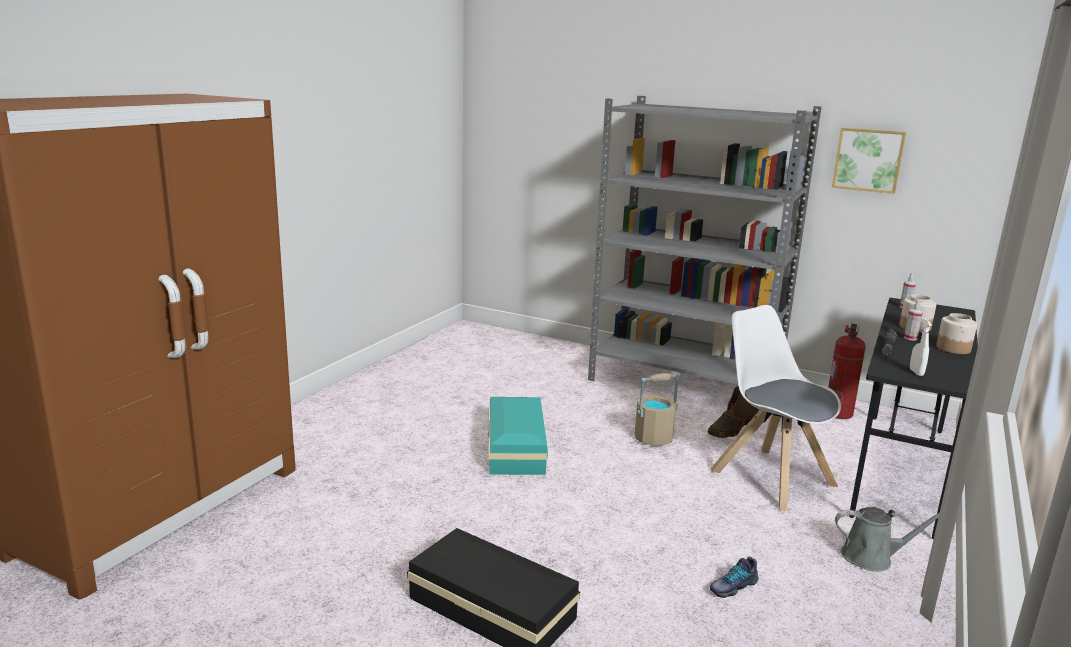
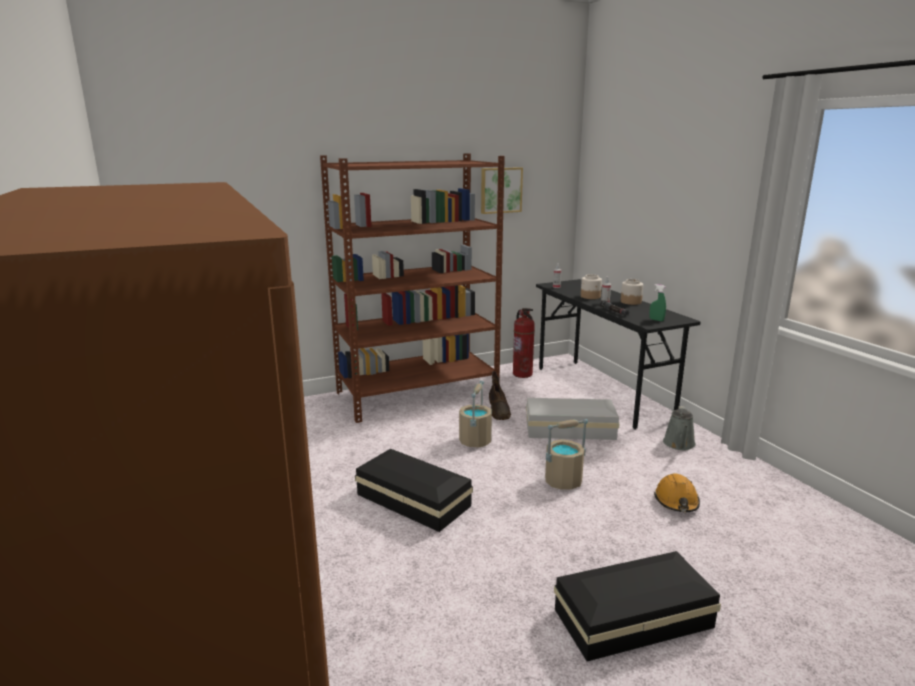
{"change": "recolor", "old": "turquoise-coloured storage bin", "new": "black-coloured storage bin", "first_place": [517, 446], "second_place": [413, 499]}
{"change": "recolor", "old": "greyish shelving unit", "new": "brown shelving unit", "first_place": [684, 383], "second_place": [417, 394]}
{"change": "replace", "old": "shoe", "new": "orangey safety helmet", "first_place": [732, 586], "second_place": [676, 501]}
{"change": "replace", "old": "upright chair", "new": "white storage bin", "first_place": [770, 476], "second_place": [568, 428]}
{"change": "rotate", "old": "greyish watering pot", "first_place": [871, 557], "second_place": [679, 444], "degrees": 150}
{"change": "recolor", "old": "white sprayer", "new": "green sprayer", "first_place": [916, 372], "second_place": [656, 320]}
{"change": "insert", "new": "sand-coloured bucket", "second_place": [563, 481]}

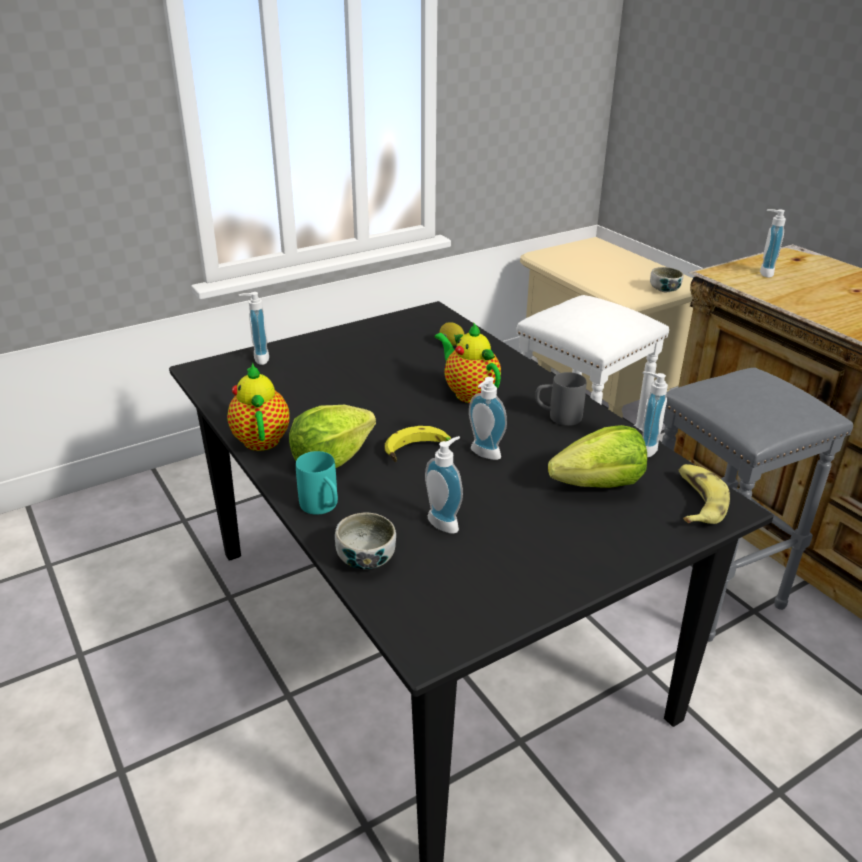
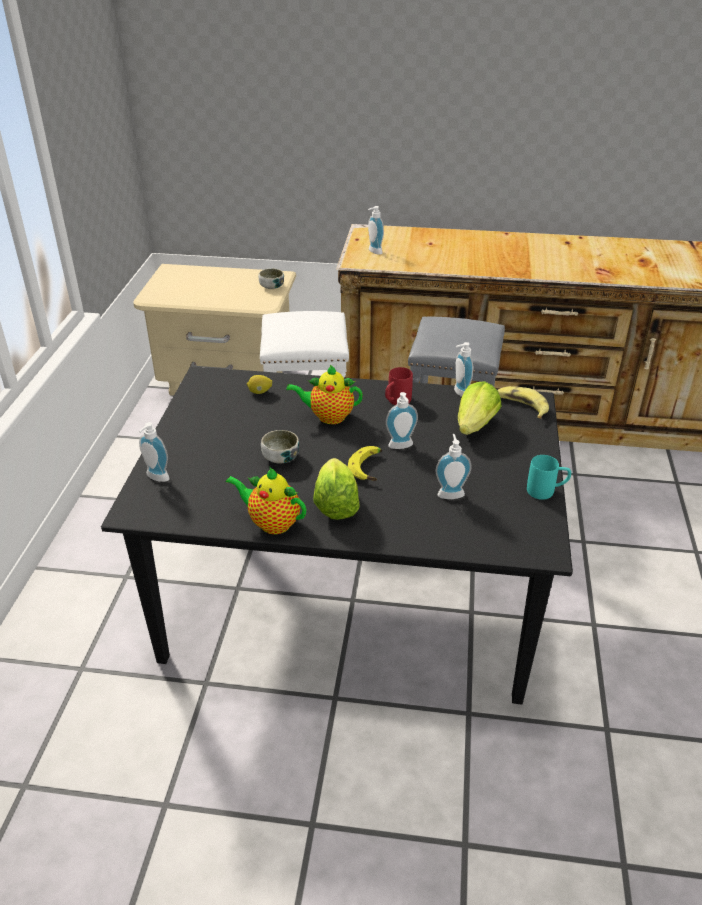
{"change": "move", "old": "turquoise-coloured coffee mug", "first_place": [323, 508], "second_place": [546, 491]}
{"change": "move", "old": "serving bowl", "first_place": [366, 558], "second_place": [280, 457]}
{"change": "recolor", "old": "greyish coffee mug", "new": "reddish coffee mug", "first_place": [557, 417], "second_place": [396, 402]}

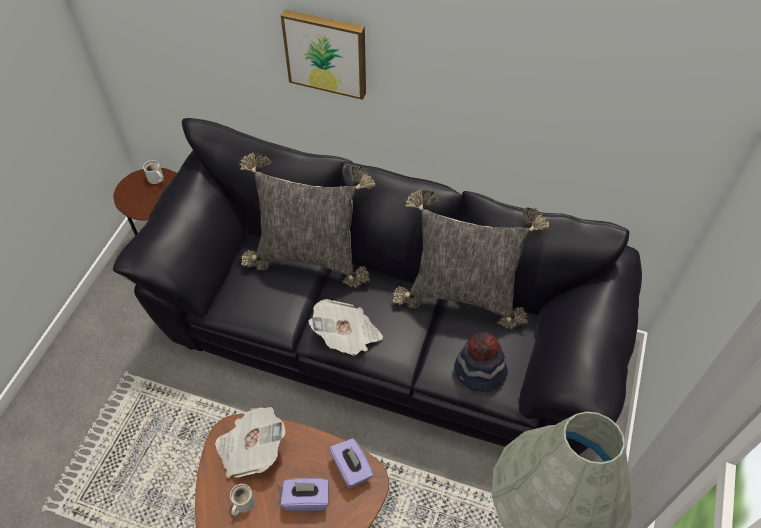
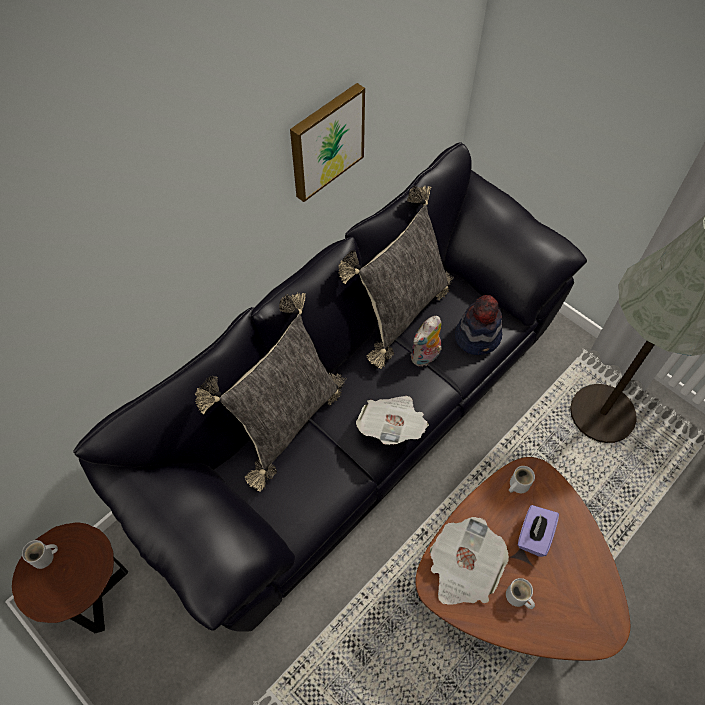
{"change": "move", "old": "wall art", "first_place": [326, 52], "second_place": [325, 141]}
{"change": "replace", "old": "purple tissue box", "new": "white coffee mug", "first_place": [352, 468], "second_place": [517, 484]}
{"change": "insert", "new": "cuddly toy", "second_place": [425, 357]}

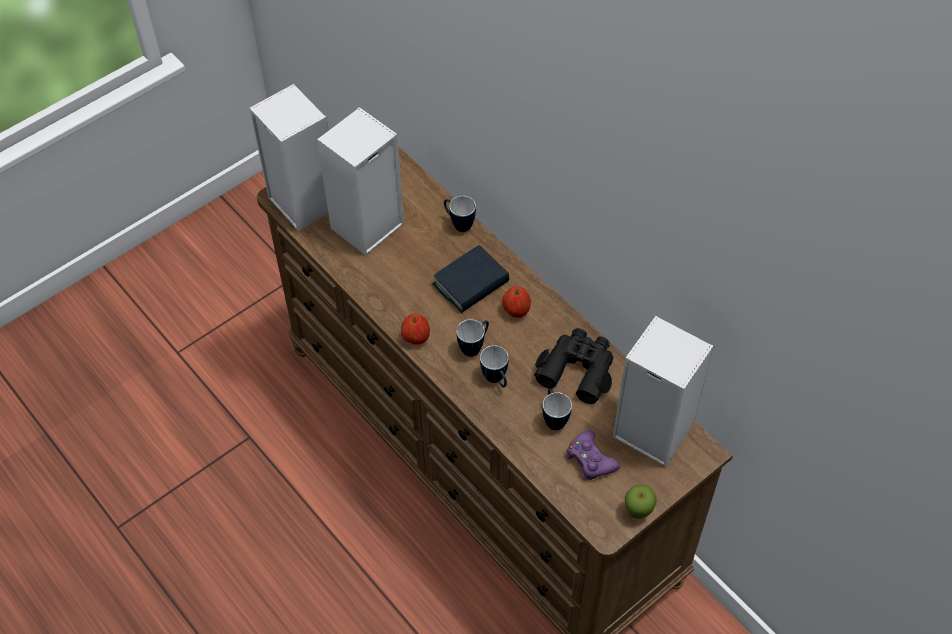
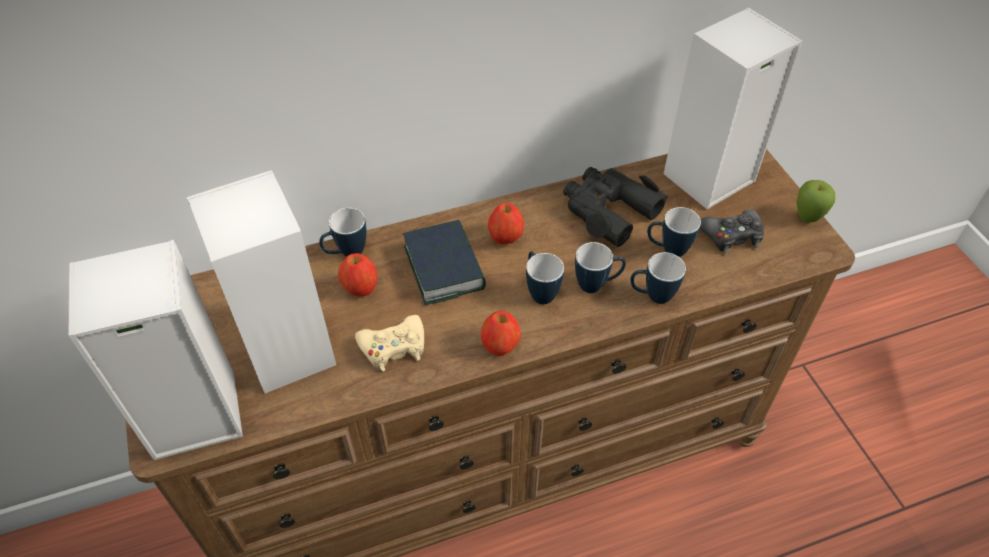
{"change": "recolor", "old": "purple game controller", "new": "black-coloured game controller", "first_place": [590, 460], "second_place": [732, 236]}
{"change": "insert", "new": "apple", "second_place": [360, 288]}
{"change": "insert", "new": "sand-coloured game controller", "second_place": [394, 347]}
{"change": "insert", "new": "coffee mug", "second_place": [652, 296]}

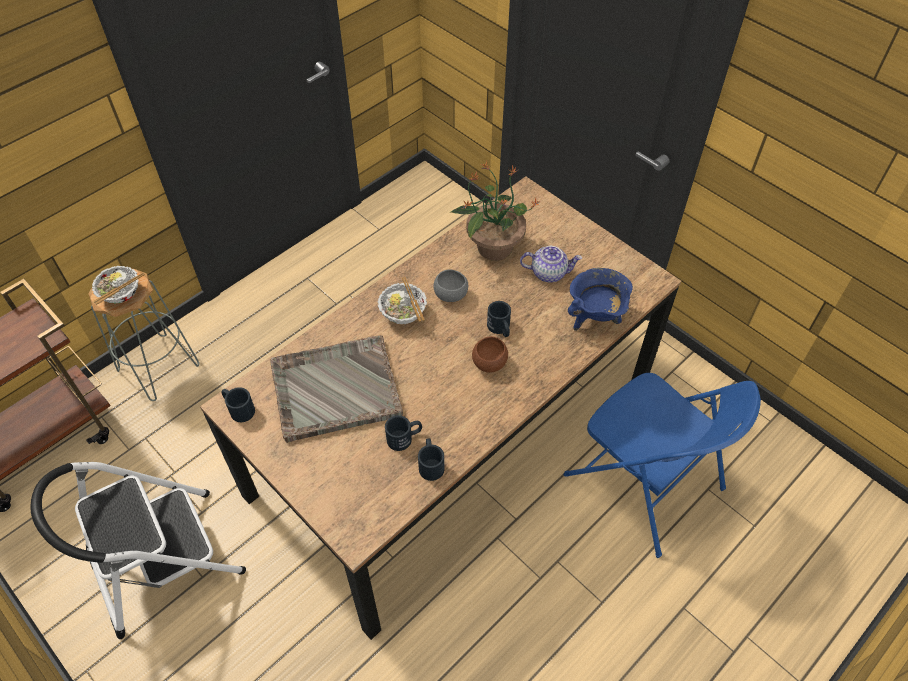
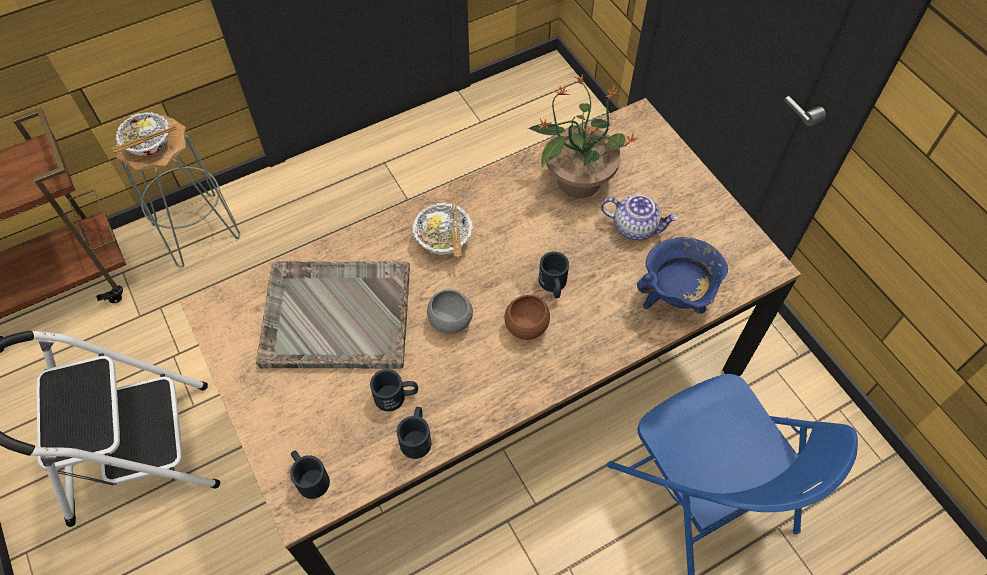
{"change": "move", "old": "black-coloured coffee mug", "first_place": [238, 409], "second_place": [309, 477]}
{"change": "move", "old": "greyish serving bowl", "first_place": [450, 295], "second_place": [450, 321]}

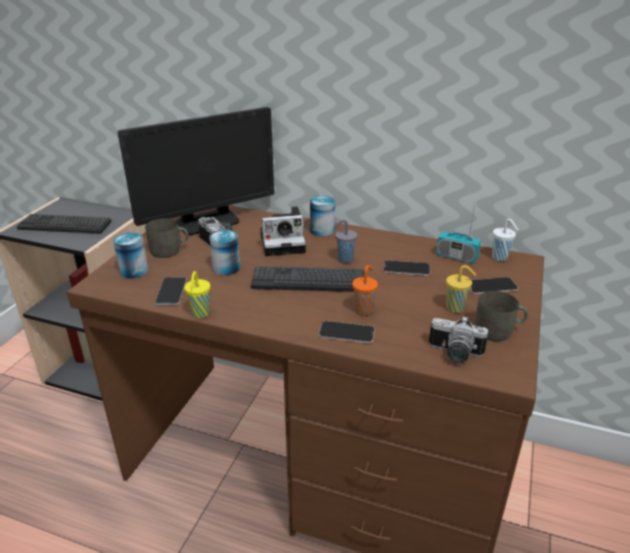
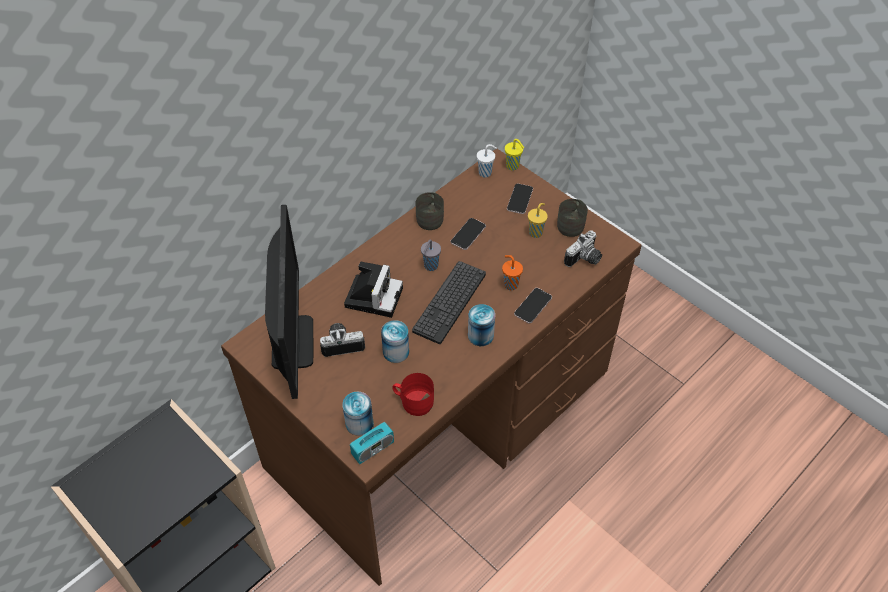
{"change": "delete", "old": "keyboard", "first_place": [65, 225]}
{"change": "move", "old": "greyish coffee mug", "first_place": [169, 251], "second_place": [431, 217]}
{"change": "replace", "old": "telephone", "new": "reddish coffee mug", "first_place": [171, 291], "second_place": [413, 401]}
{"change": "move", "old": "yellow small cup", "first_place": [200, 314], "second_place": [513, 166]}
{"change": "move", "old": "metal can", "first_place": [322, 230], "second_place": [480, 335]}
{"change": "move", "old": "radio receiver", "first_place": [456, 257], "second_place": [373, 448]}

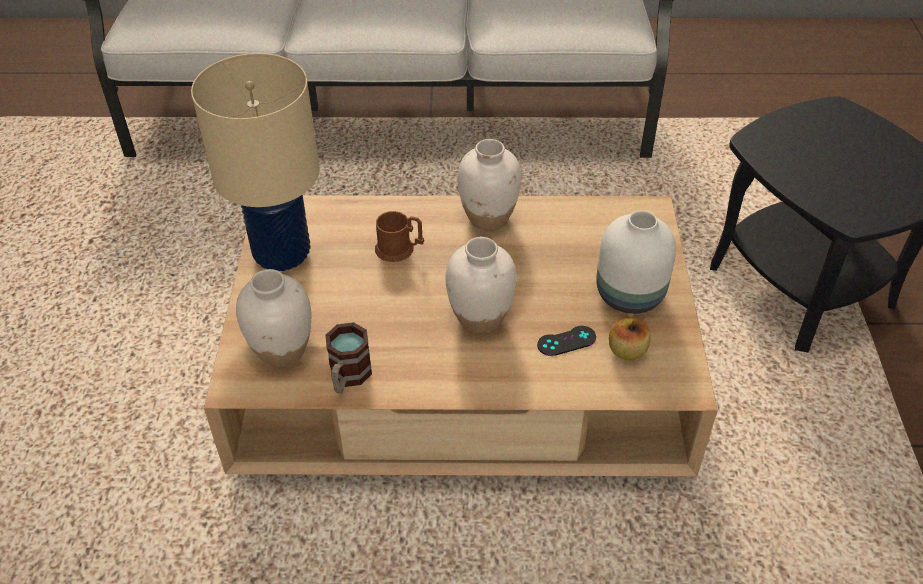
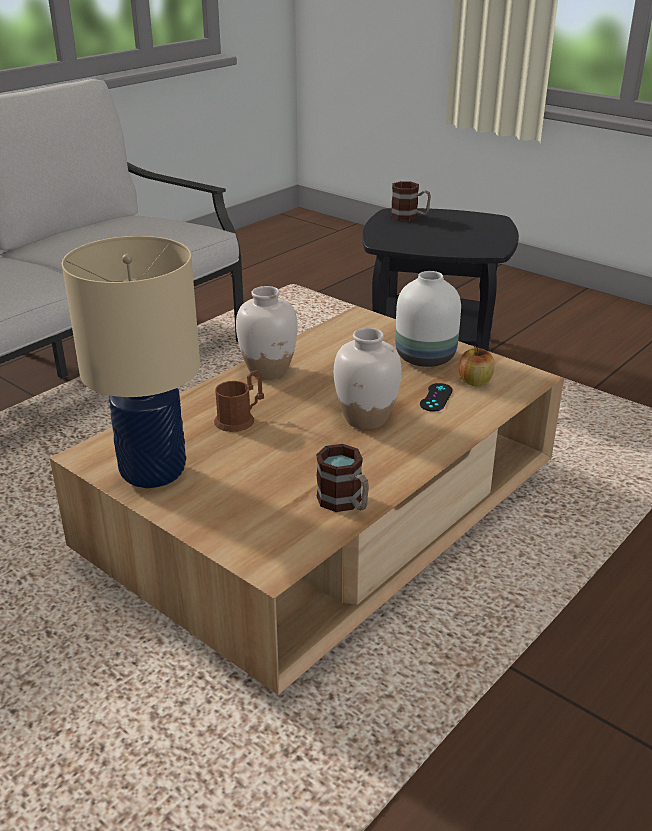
{"change": "delete", "old": "white flower vase", "first_place": [282, 351]}
{"change": "insert", "new": "coffee mug", "second_place": [410, 217]}

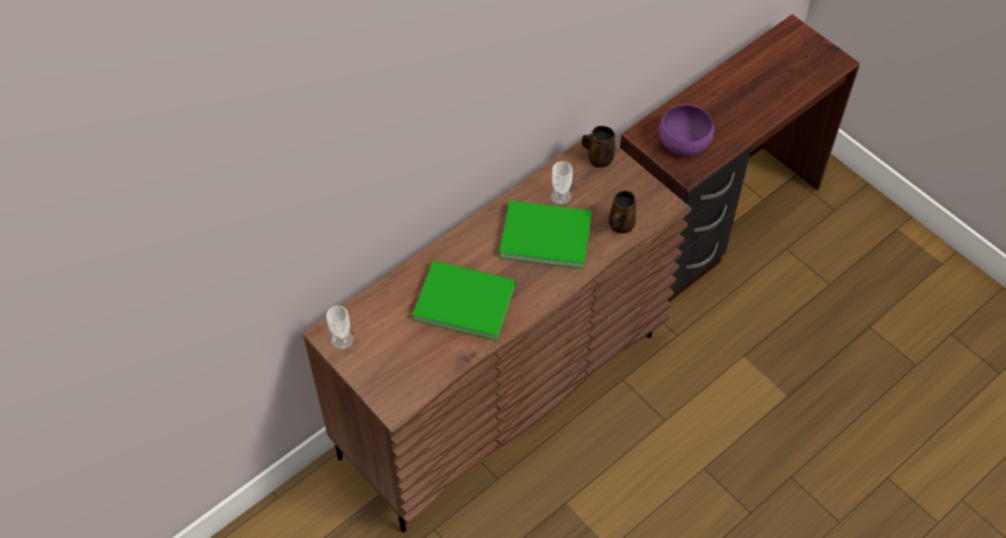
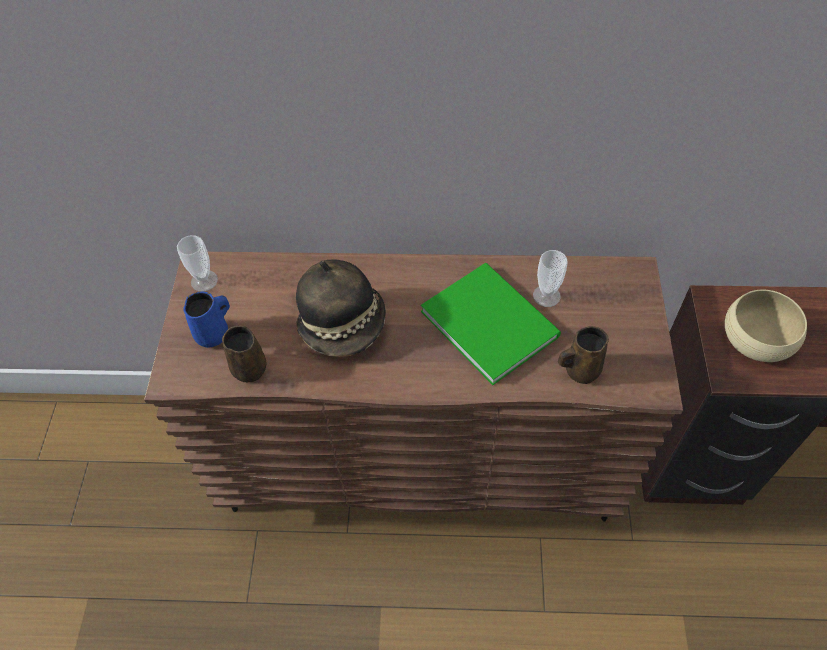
{"change": "replace", "old": "green book", "new": "hat", "first_place": [462, 299], "second_place": [344, 324]}
{"change": "move", "old": "brown coffee mug", "first_place": [598, 158], "second_place": [249, 367]}
{"change": "recolor", "old": "purple serving bowl", "new": "sand-coloured serving bowl", "first_place": [684, 140], "second_place": [757, 338]}
{"change": "insert", "new": "blue coffee mug", "second_place": [214, 334]}

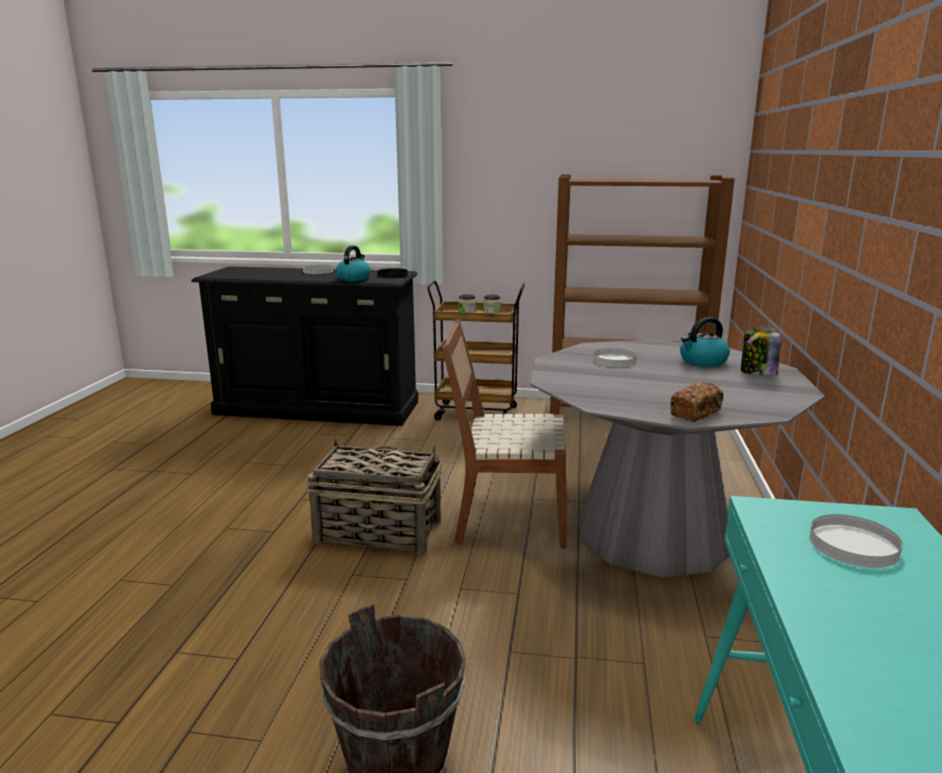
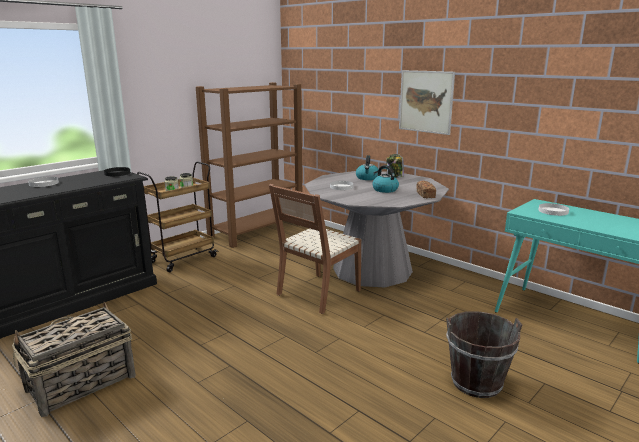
{"change": "move", "old": "basket", "first_place": [377, 531], "second_place": [80, 383]}
{"change": "move", "old": "water kettle", "first_place": [353, 278], "second_place": [384, 189]}
{"change": "insert", "new": "wall art", "second_place": [426, 101]}

